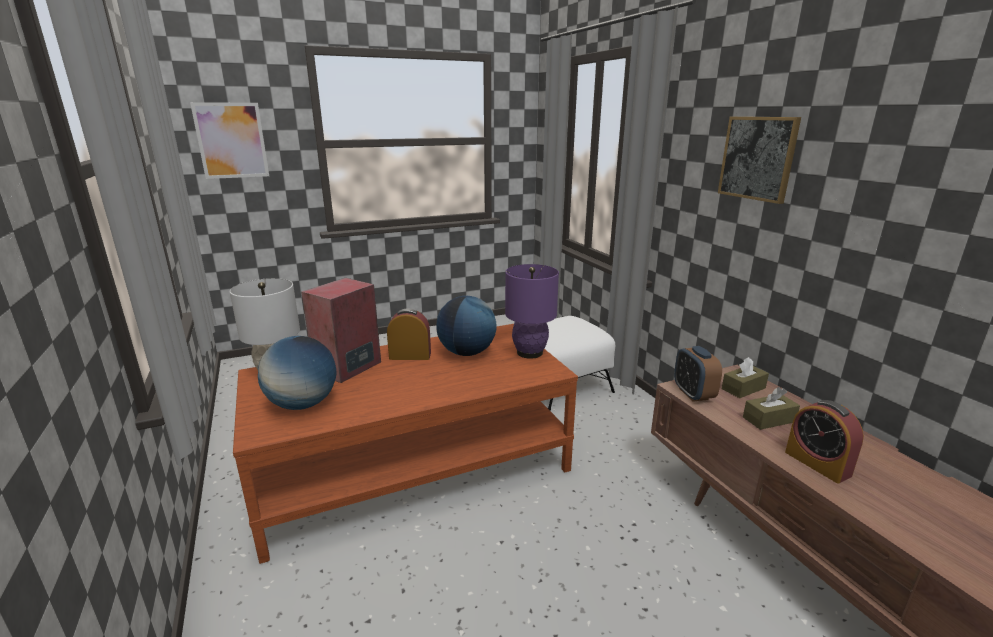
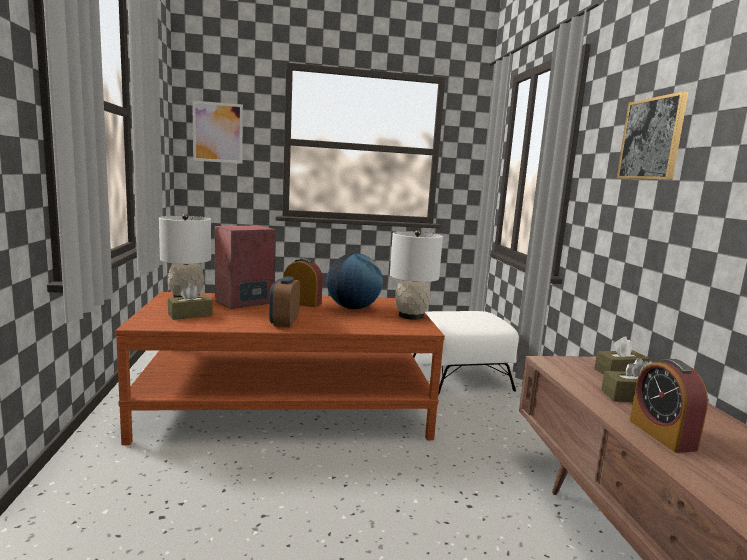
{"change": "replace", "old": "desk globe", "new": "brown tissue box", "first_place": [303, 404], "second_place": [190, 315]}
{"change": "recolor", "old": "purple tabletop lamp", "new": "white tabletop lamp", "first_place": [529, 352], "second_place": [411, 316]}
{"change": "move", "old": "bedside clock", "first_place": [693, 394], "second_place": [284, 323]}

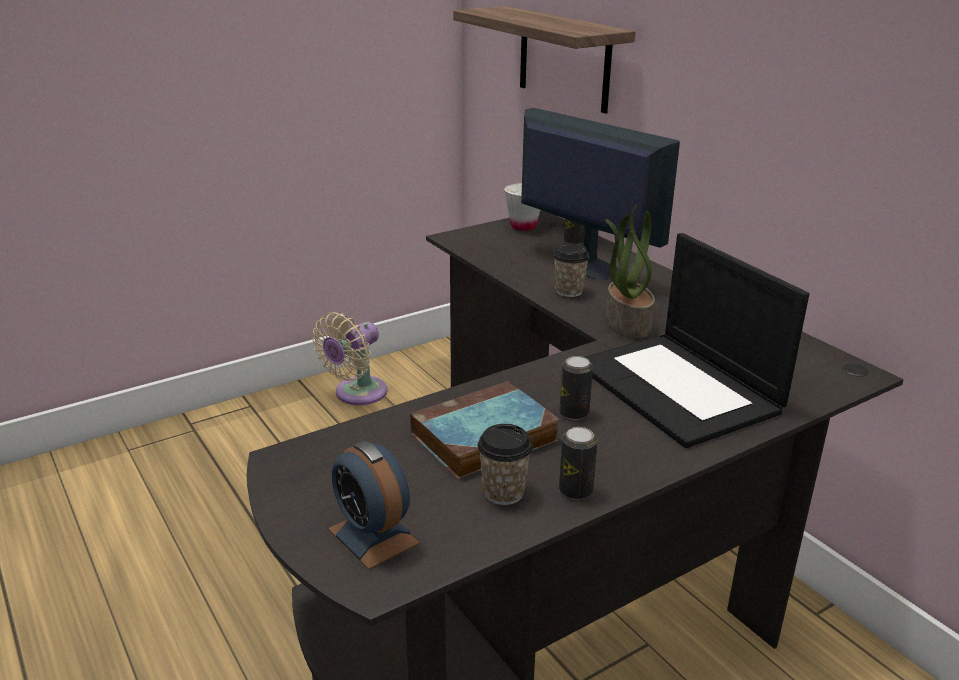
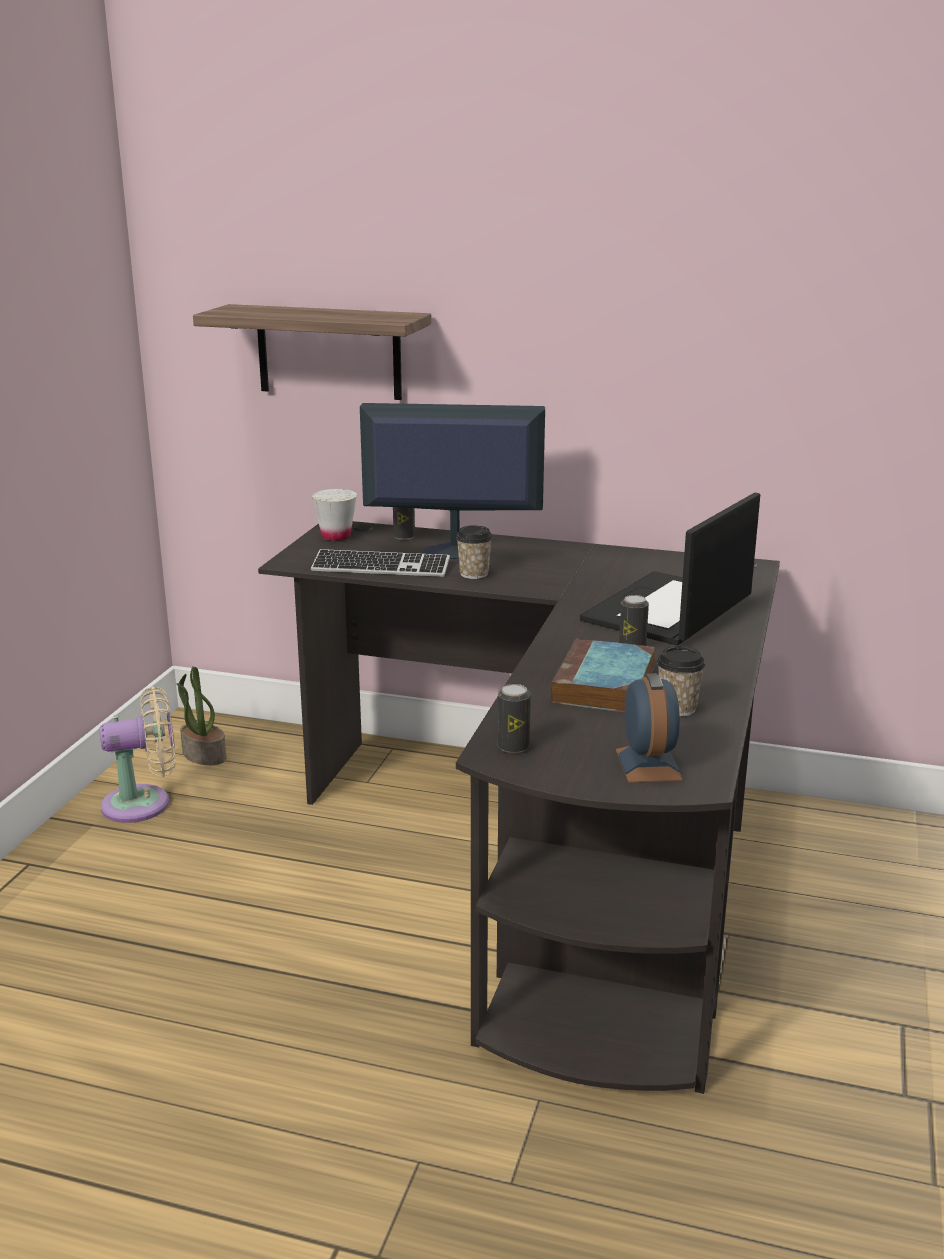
{"change": "rotate", "old": "sand-coloured fan", "first_place": [356, 394], "second_place": [144, 804], "degrees": -105}
{"change": "rotate", "old": "bedside clock", "first_place": [373, 536], "second_place": [648, 765], "degrees": -105}
{"change": "move", "old": "metal can", "first_place": [575, 490], "second_place": [513, 747]}
{"change": "rotate", "old": "laptop", "first_place": [679, 388], "second_place": [668, 610], "degrees": 105}
{"change": "move", "old": "plant in a pot", "first_place": [626, 323], "second_place": [203, 755]}
{"change": "insert", "new": "keyboard", "second_place": [380, 567]}

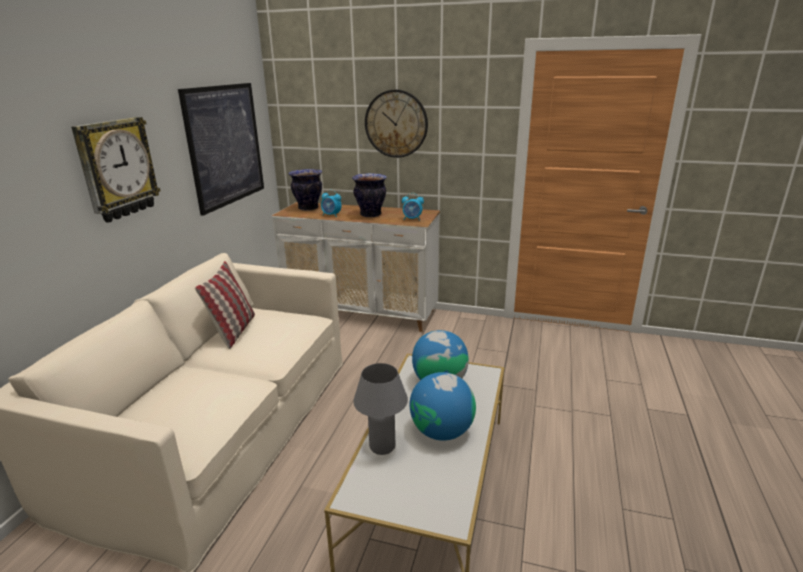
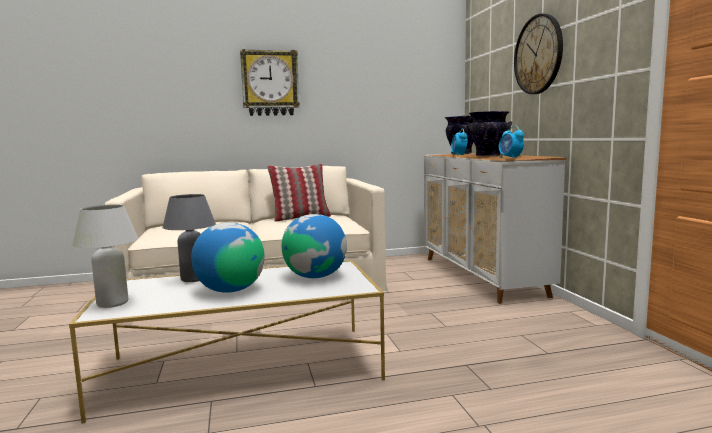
{"change": "delete", "old": "wall art", "first_place": [225, 145]}
{"change": "insert", "new": "white tabletop lamp", "second_place": [112, 303]}

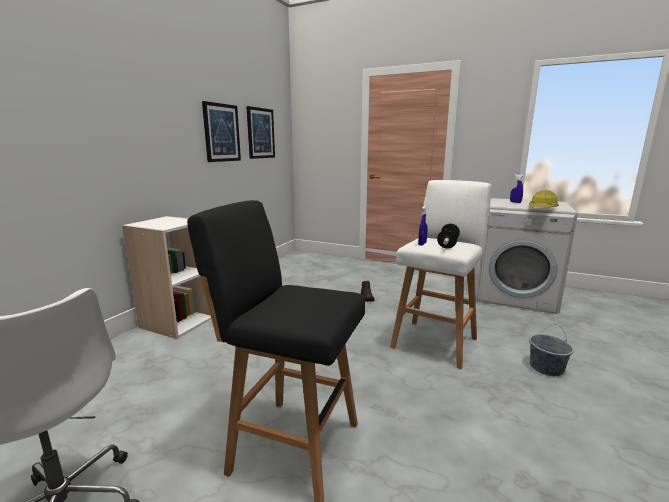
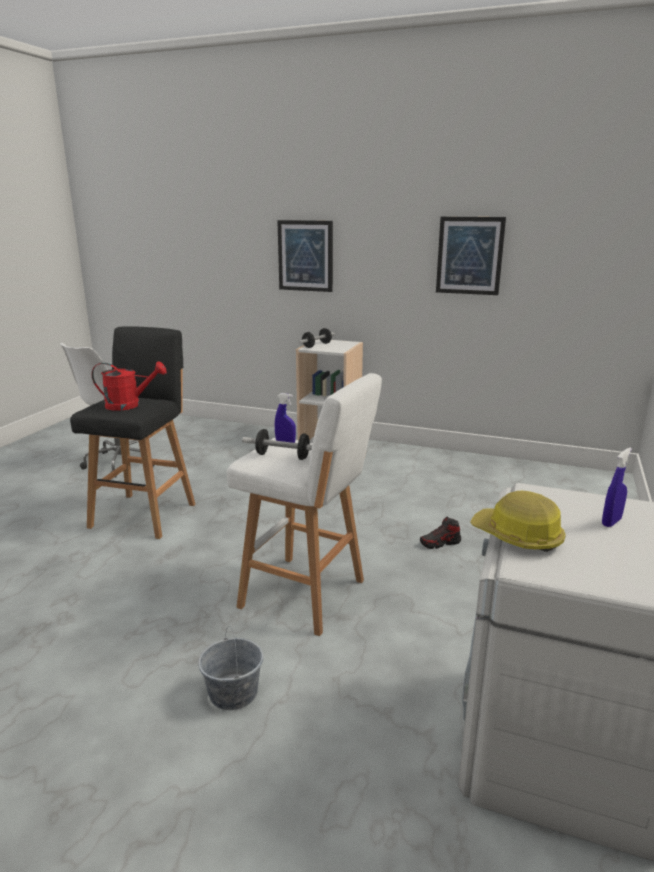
{"change": "move", "old": "wall art", "first_place": [260, 133], "second_place": [305, 256]}
{"change": "insert", "new": "reddish watering pot", "second_place": [129, 405]}
{"change": "insert", "new": "dumbbell", "second_place": [317, 345]}

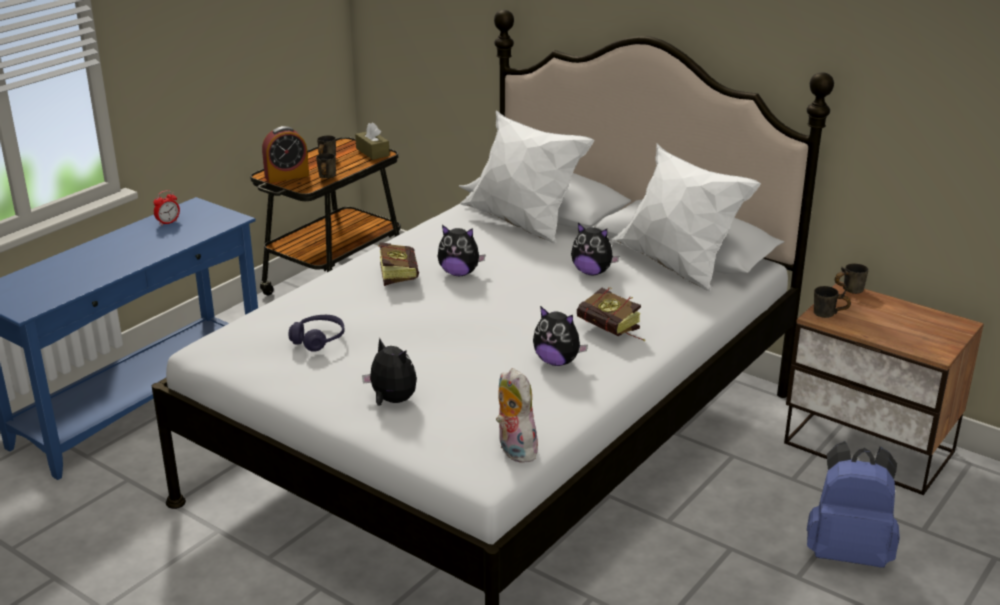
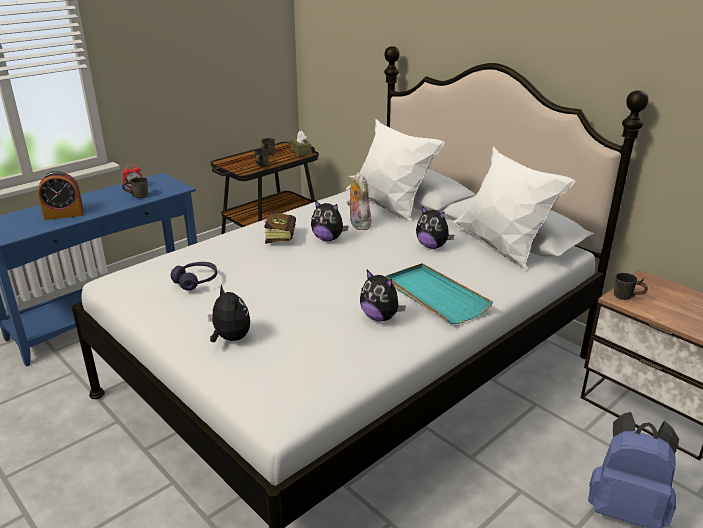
{"change": "move", "old": "bedside clock", "first_place": [287, 176], "second_place": [64, 214]}
{"change": "move", "old": "cuddly toy", "first_place": [514, 450], "second_place": [358, 224]}
{"change": "replace", "old": "book", "new": "turquoise-coloured carrying tray", "first_place": [613, 332], "second_place": [435, 296]}
{"change": "move", "old": "greyish coffee mug", "first_place": [847, 290], "second_place": [137, 196]}

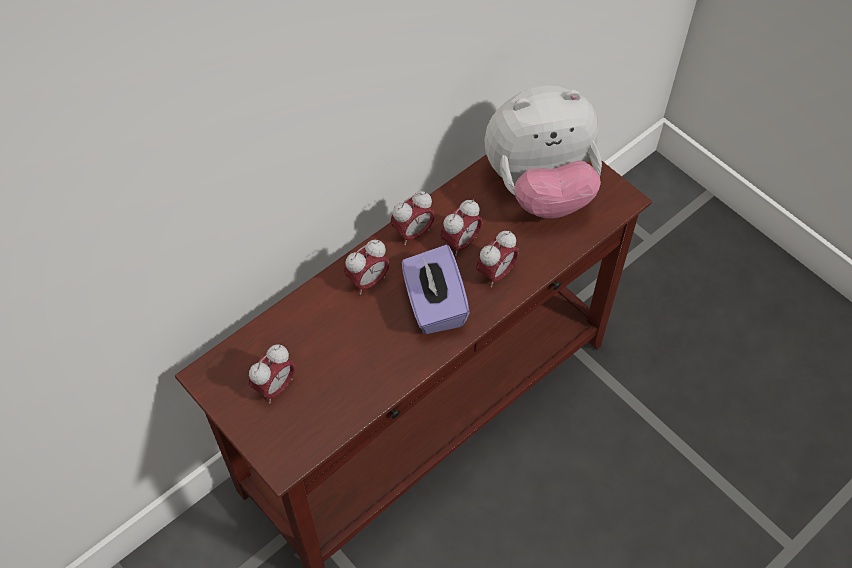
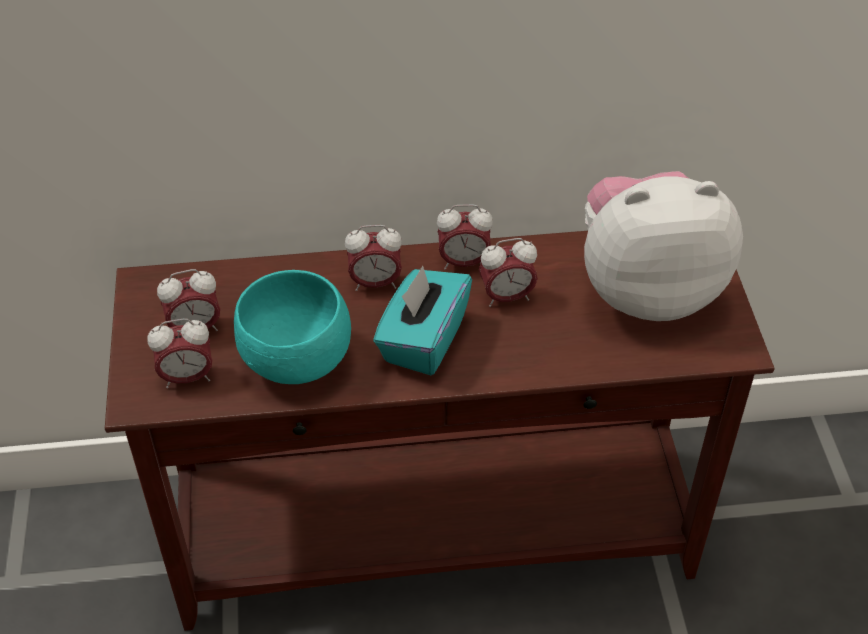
{"change": "recolor", "old": "purple tissue box", "new": "turquoise-coloured tissue box", "first_place": [434, 305], "second_place": [423, 340]}
{"change": "move", "old": "bedside clock", "first_place": [496, 273], "second_place": [187, 377]}
{"change": "rotate", "old": "cuddly toy", "first_place": [540, 188], "second_place": [646, 289], "degrees": 150}
{"change": "insert", "new": "turquoise-coloured serving bowl", "second_place": [298, 364]}

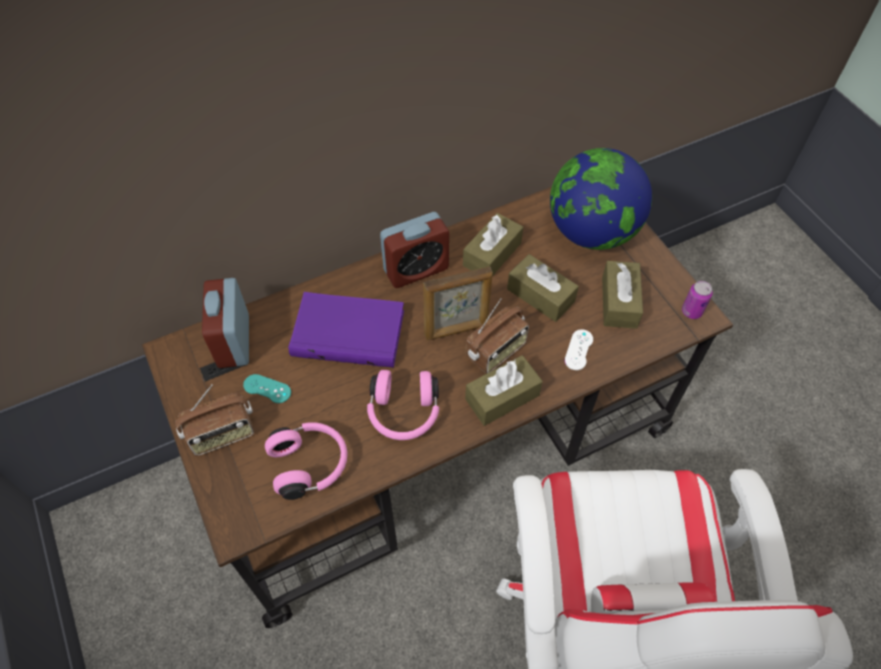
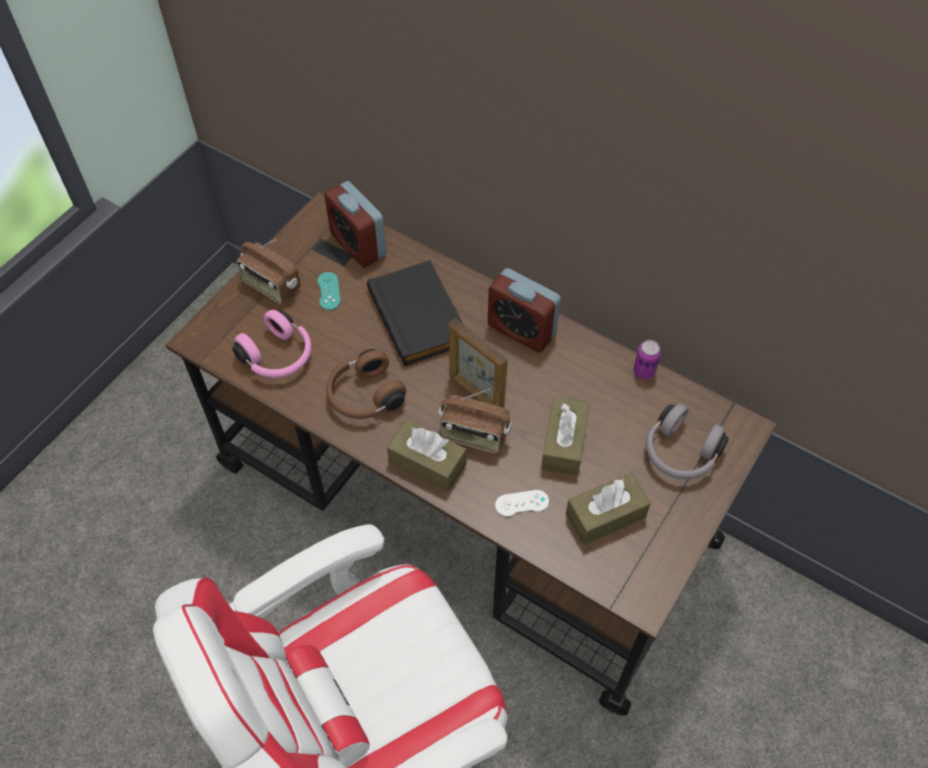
{"change": "rotate", "old": "bedside clock", "first_place": [234, 341], "second_place": [358, 245], "degrees": -90}
{"change": "recolor", "old": "purple book", "new": "black-coloured book", "first_place": [350, 331], "second_place": [420, 316]}
{"change": "recolor", "old": "pink headphones", "new": "brown headphones", "first_place": [404, 413], "second_place": [364, 396]}
{"change": "delete", "old": "brown tissue box", "first_place": [492, 254]}
{"change": "replace", "old": "desk globe", "new": "greyish headphones", "first_place": [592, 232], "second_place": [680, 453]}
{"change": "move", "old": "metal can", "first_place": [691, 311], "second_place": [644, 371]}

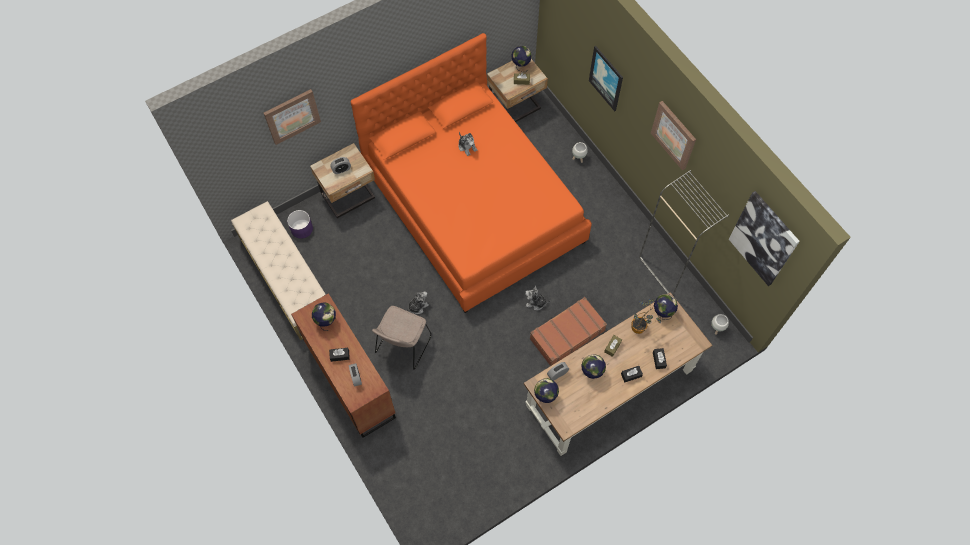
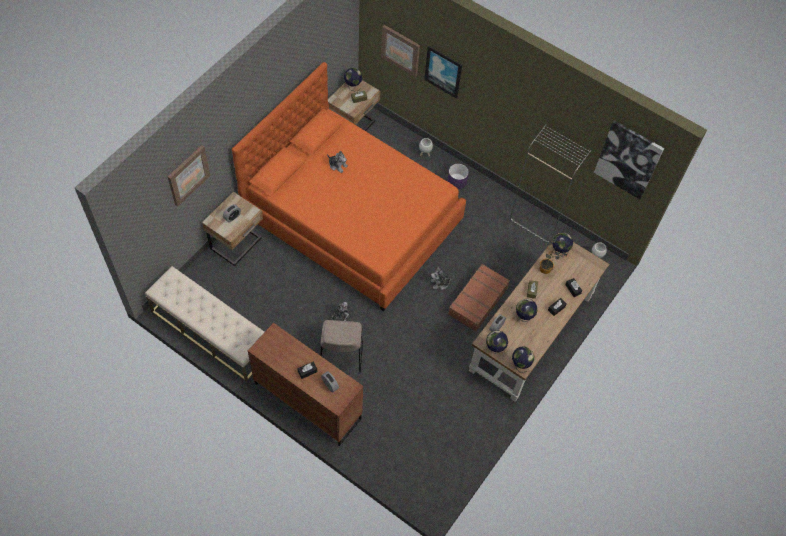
{"change": "move", "old": "purple planter", "first_place": [301, 229], "second_place": [456, 181]}
{"change": "move", "old": "desk globe", "first_place": [326, 321], "second_place": [520, 364]}
{"change": "move", "old": "wall art", "first_place": [674, 135], "second_place": [400, 50]}

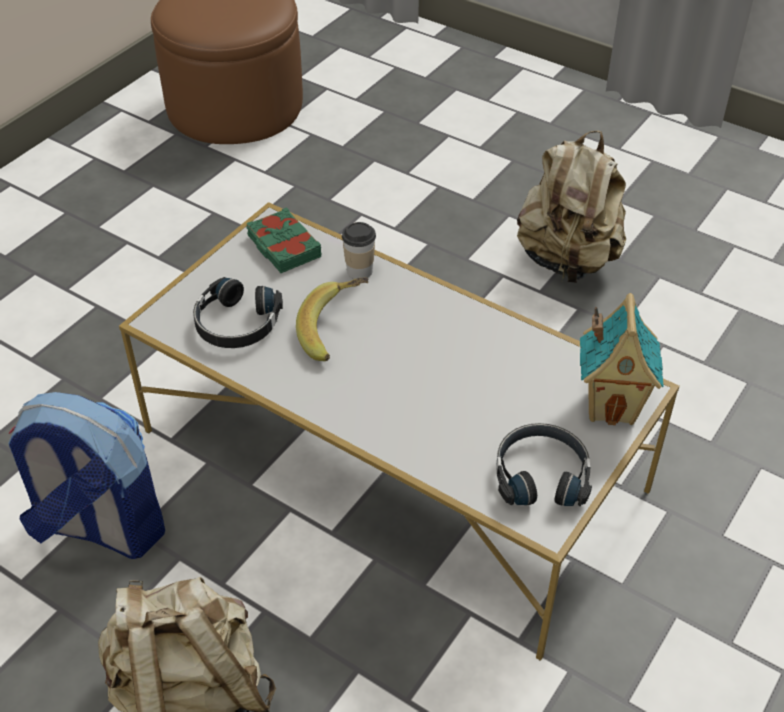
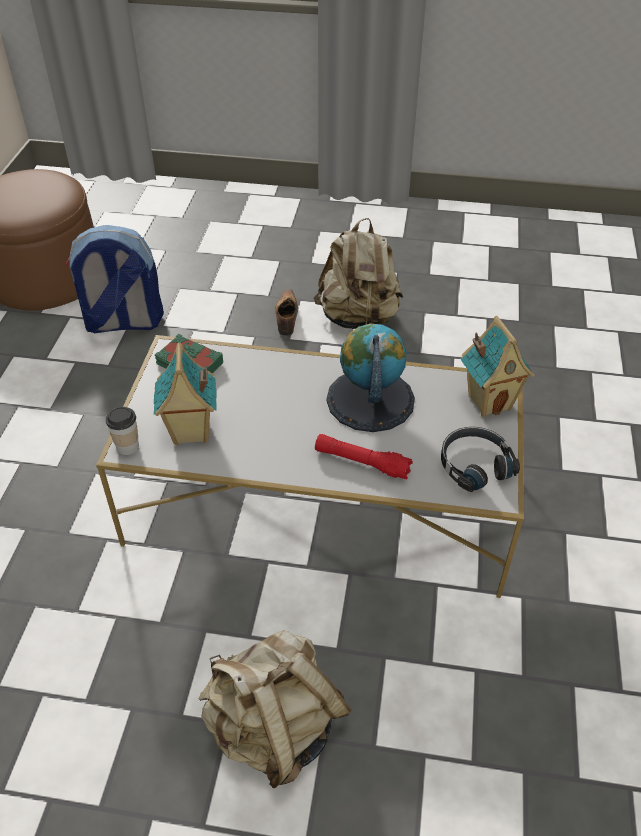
{"change": "move", "old": "rucksack", "first_place": [99, 527], "second_place": [123, 323]}
{"change": "replace", "old": "black-coloured headphones", "new": "model house", "first_place": [236, 324], "second_place": [190, 433]}
{"change": "delete", "old": "banana fruit", "first_place": [336, 332]}
{"change": "move", "old": "small cup", "first_place": [359, 271], "second_place": [127, 447]}
{"change": "insert", "new": "shoe", "second_place": [286, 317]}
{"change": "insert", "new": "reddish torch", "second_place": [362, 462]}
{"change": "insert", "new": "desk globe", "second_place": [370, 399]}

